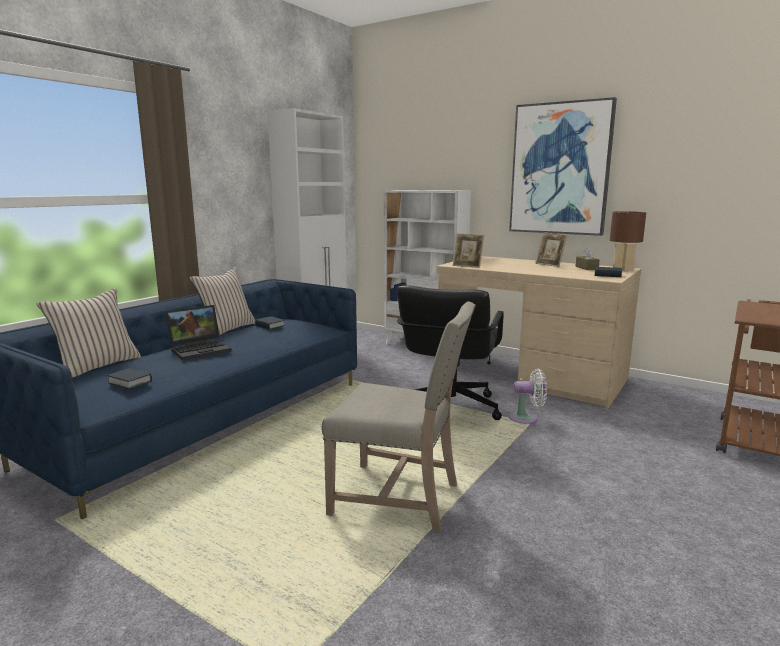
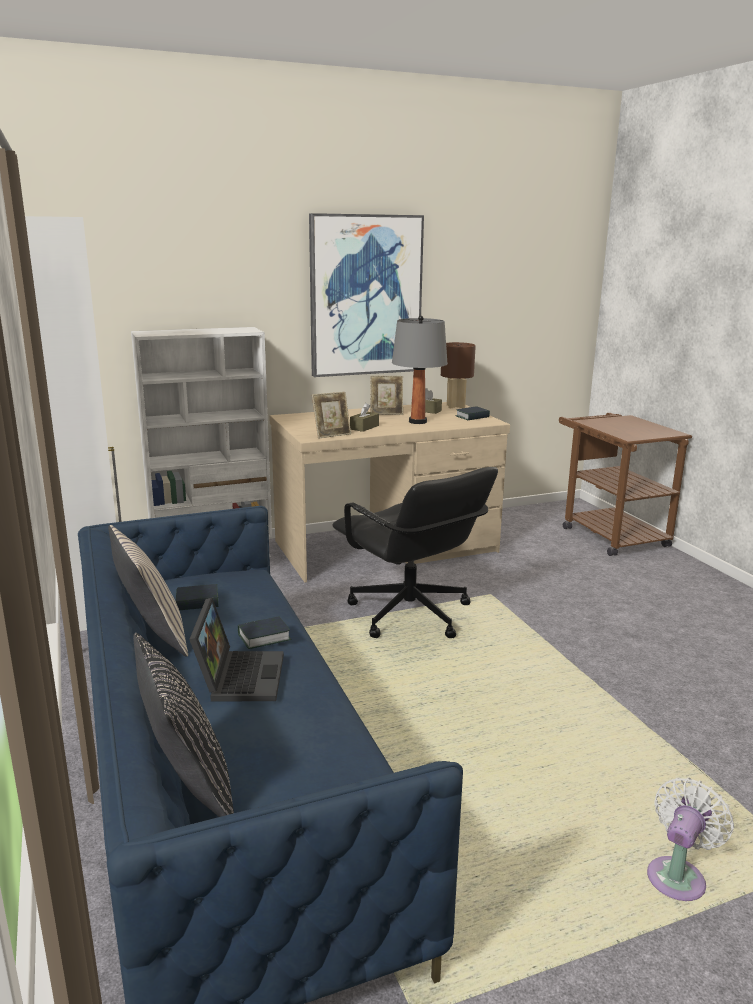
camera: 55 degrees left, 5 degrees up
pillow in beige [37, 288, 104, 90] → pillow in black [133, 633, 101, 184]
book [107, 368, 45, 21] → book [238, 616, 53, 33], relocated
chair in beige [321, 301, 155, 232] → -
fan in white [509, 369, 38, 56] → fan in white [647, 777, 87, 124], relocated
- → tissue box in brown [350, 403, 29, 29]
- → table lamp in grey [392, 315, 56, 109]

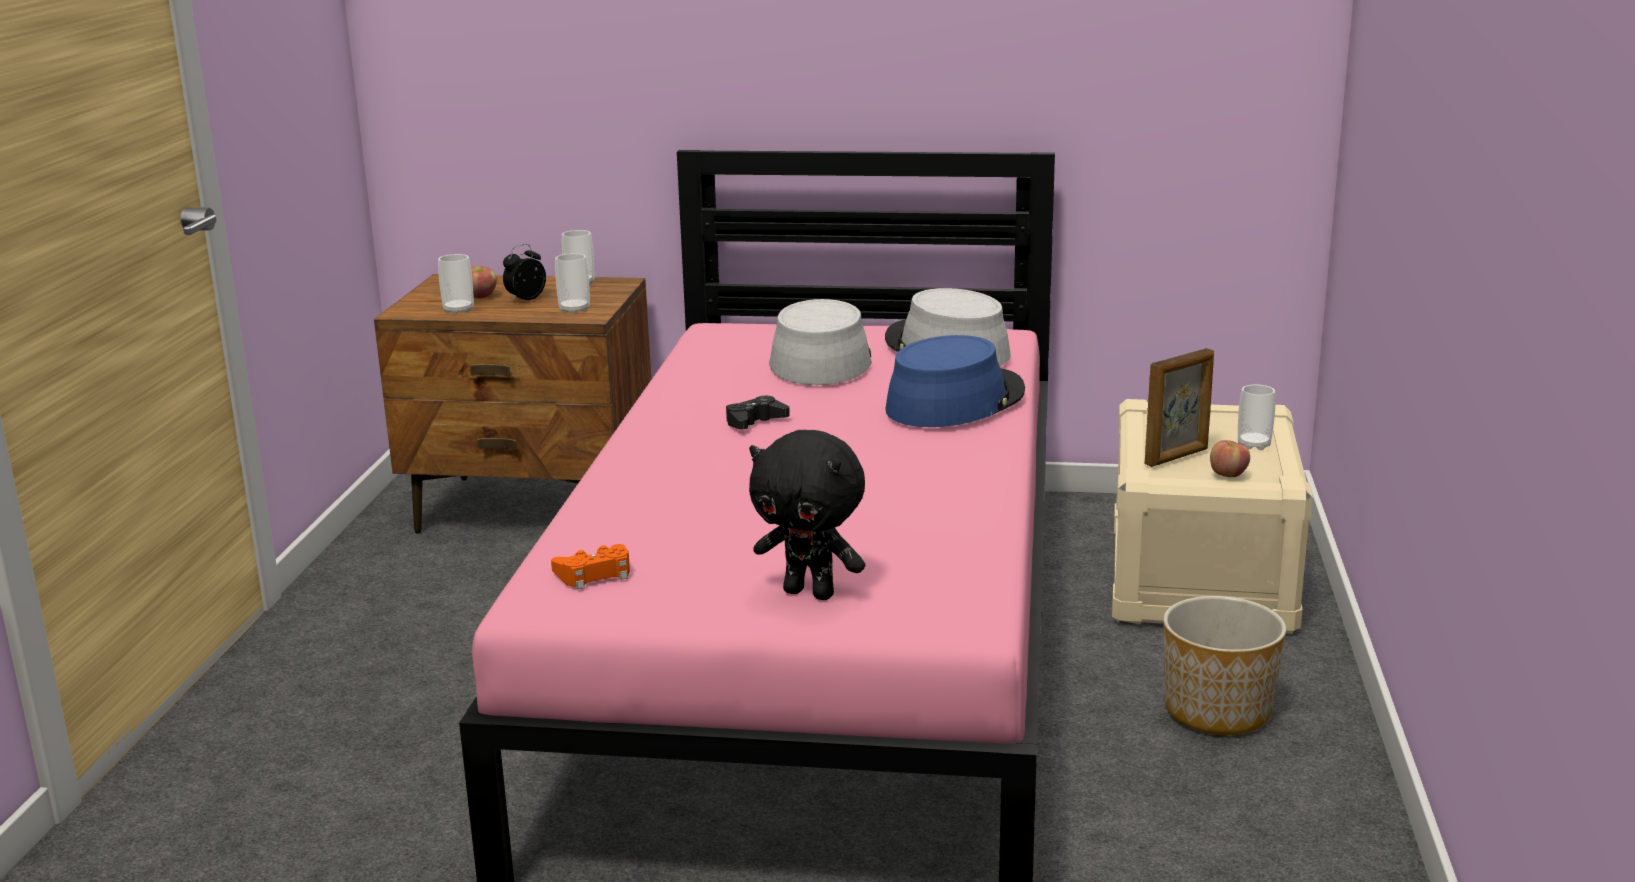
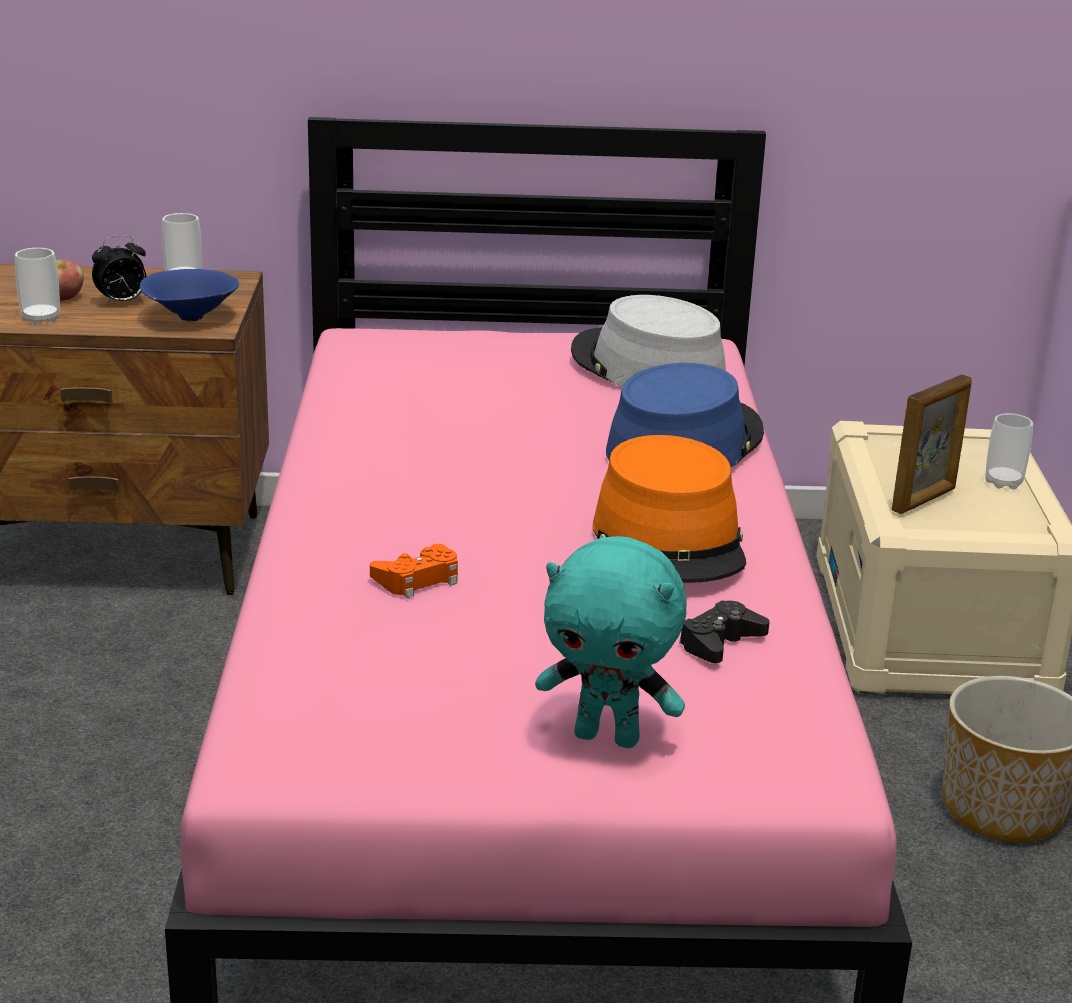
camera: 10 degrees left, 5 degrees up
alarm clock [503, 244, 43, 59] → alarm clock [92, 235, 54, 71], 150 degrees counterclockwise
game controller in orange [551, 544, 79, 45] → game controller in orange [370, 544, 88, 55], relocated
cup [555, 253, 35, 61] → bowl in blue [140, 269, 99, 52]
game controller in black [726, 396, 64, 34] → game controller in black [679, 600, 91, 63], relocated
plush toy in black [749, 430, 116, 170] → plush toy in turquoise [535, 536, 152, 212]
hat in grey [769, 299, 103, 86] → -
apple [1210, 440, 40, 37] → -
- → hat in orange [592, 435, 154, 148]

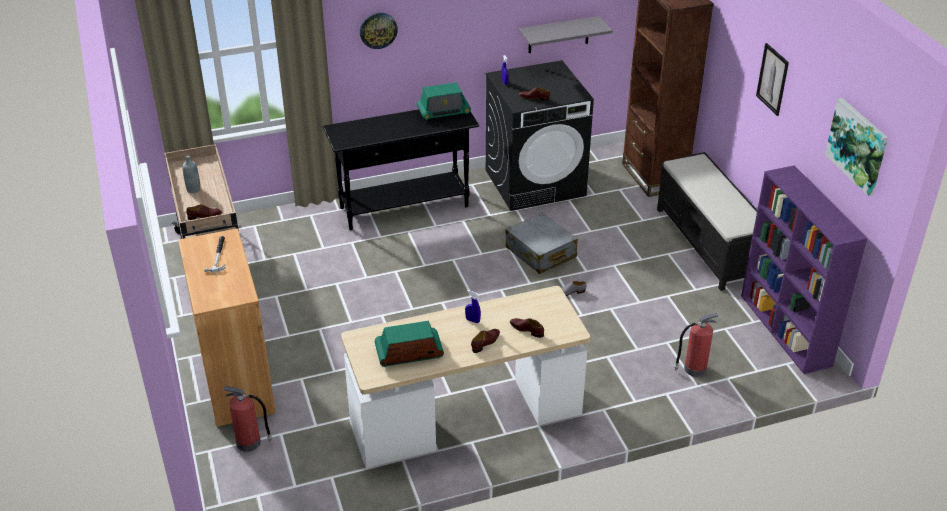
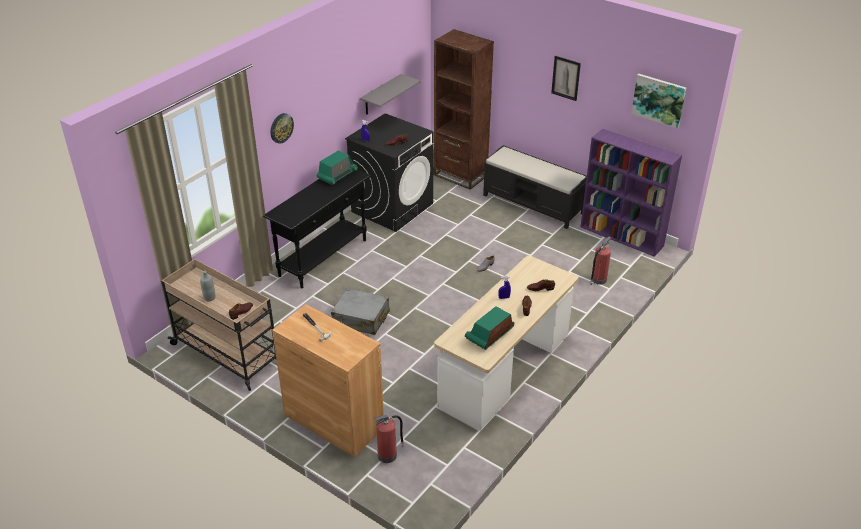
camera: 35 degrees left, 0 degrees up
suitcase in grey [505, 213, 73, 61] → suitcase in grey [331, 288, 59, 47], relocated

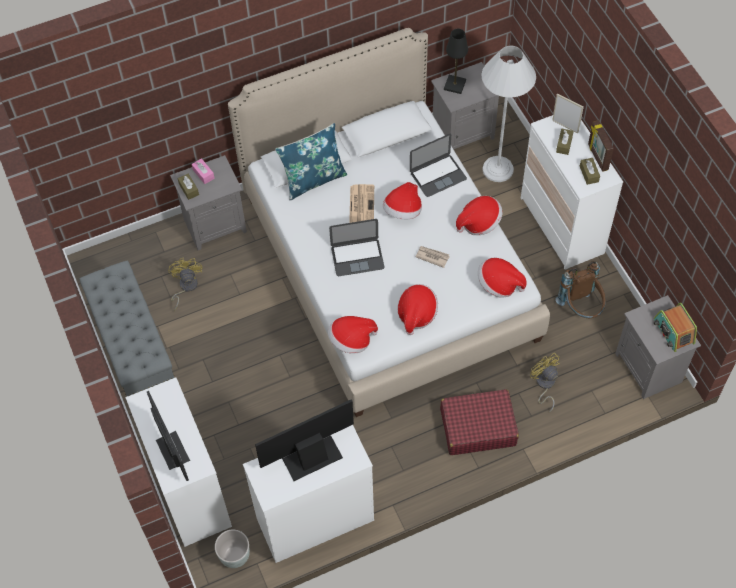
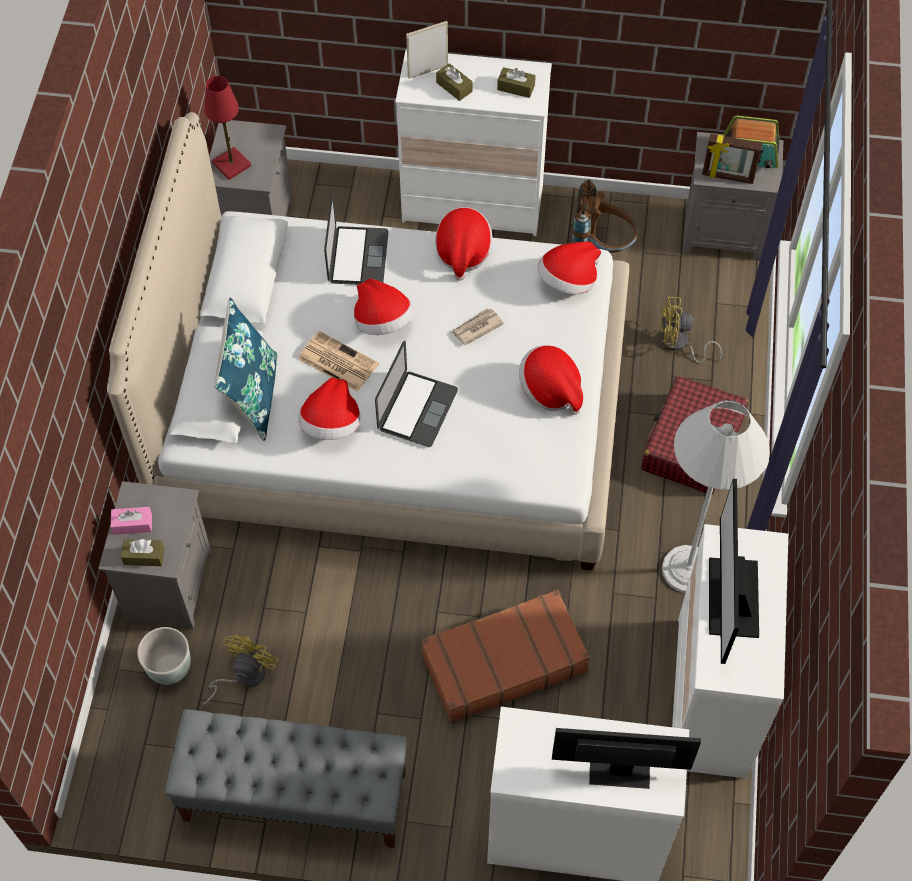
camera: 60 degrees left, 0 degrees up
fan in yellow [168, 258, 34, 53] → fan in yellow [202, 635, 76, 70], 90 degrees clockwise
planter in grey [215, 530, 35, 38] → planter in grey [137, 627, 54, 58], relocated
hat [328, 316, 50, 38] → hat [298, 378, 62, 62], relocated
table lamp in black [444, 29, 24, 65] → table lamp in red [204, 76, 47, 104]
floor lamp in white [482, 45, 54, 137] → floor lamp in white [662, 400, 108, 193], relocated
picture frame [588, 120, 26, 52] → picture frame [702, 134, 61, 50], relocated
- → suitcase in brown [421, 589, 169, 134]

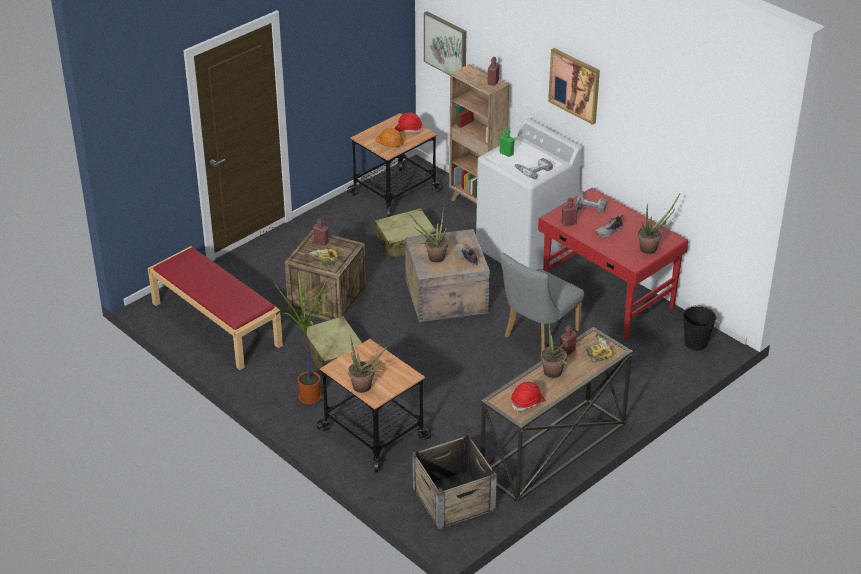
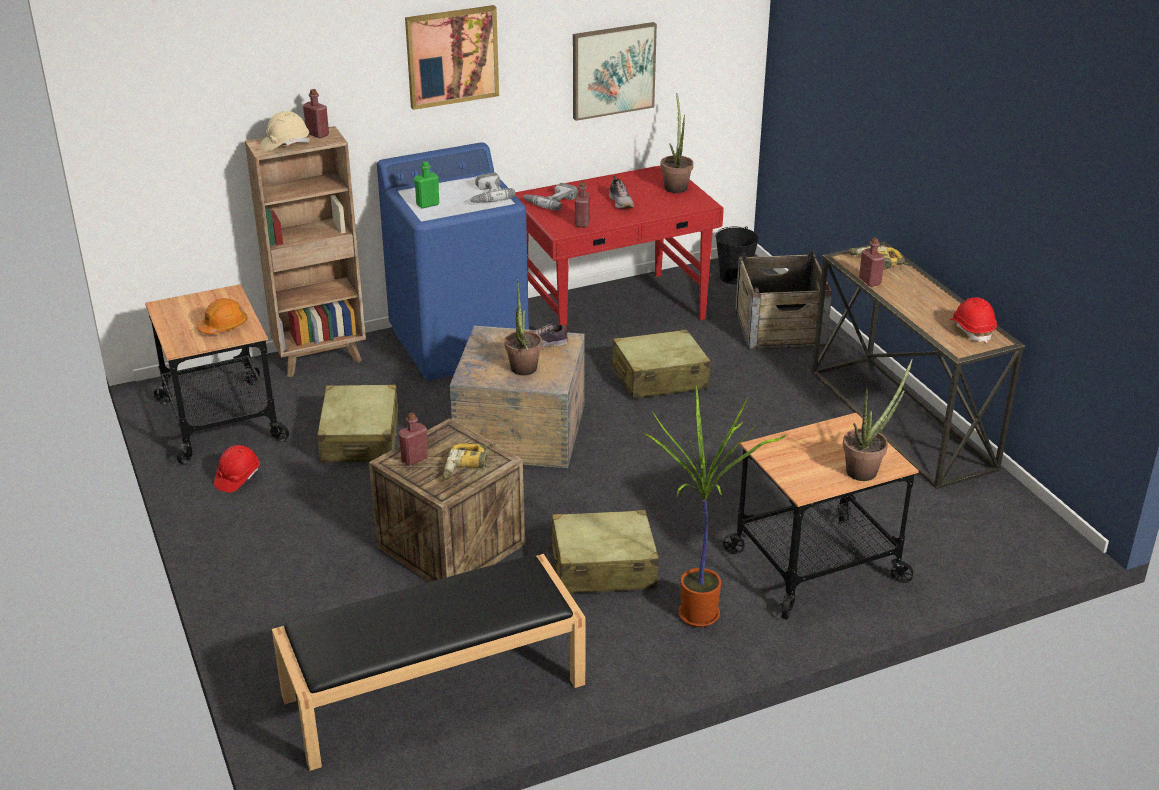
camera: 70 degrees left, 5 degrees down
bench in red [148, 246, 135, 124] → bench in black [272, 554, 314, 217]
hard hat in red [395, 112, 28, 21] → hard hat in red [214, 445, 46, 48], relocated
crate [412, 434, 85, 96] → crate [735, 251, 97, 99], relocated
picture [424, 11, 42, 64] → picture [573, 22, 84, 99], relocated
washing machine in white [476, 119, 107, 151] → washing machine in blue [377, 142, 152, 239]
chair in grey [500, 252, 84, 100] → suitcase in beige [612, 329, 99, 70]
potted plant [541, 316, 27, 62] → -
- → hard hat in beige [261, 111, 49, 40]

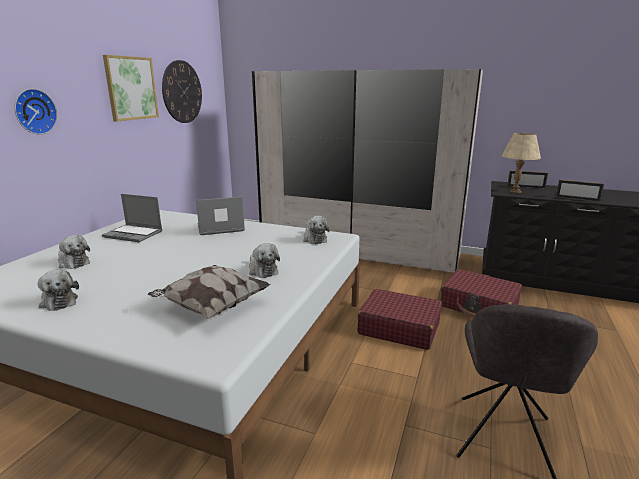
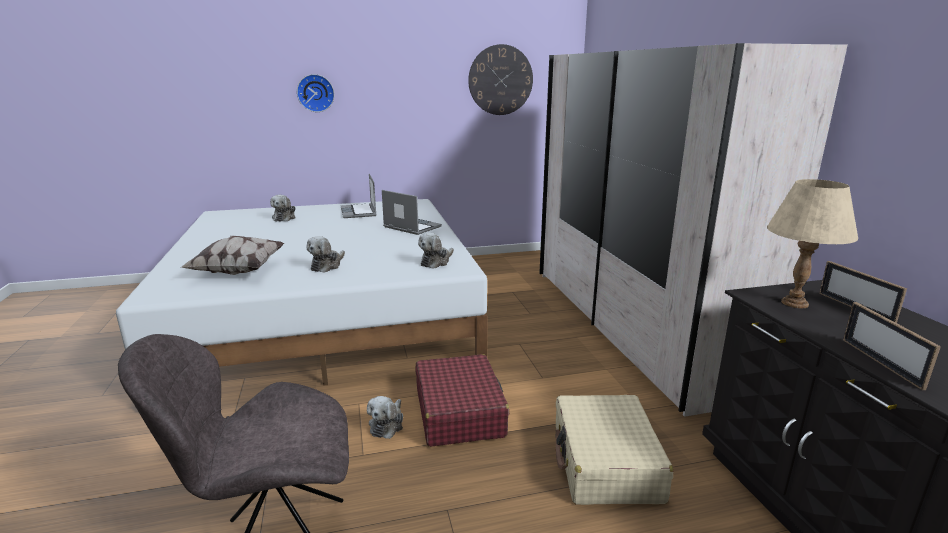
camera: 55 degrees right, 0 degrees up
plush toy [37, 269, 42, 42] → plush toy [367, 396, 36, 43], relocated
picture [103, 55, 56, 66] → -
suitcase in red [440, 269, 82, 49] → suitcase in beige [556, 395, 117, 110]

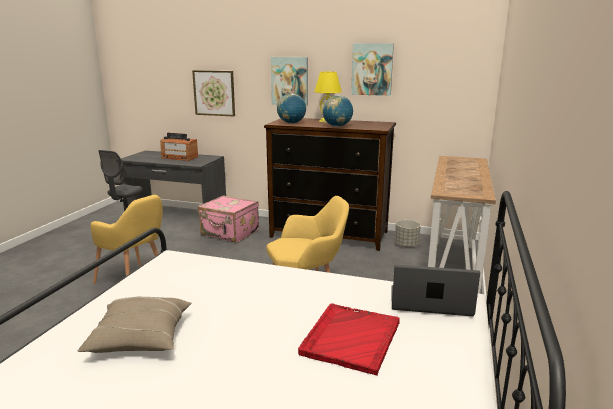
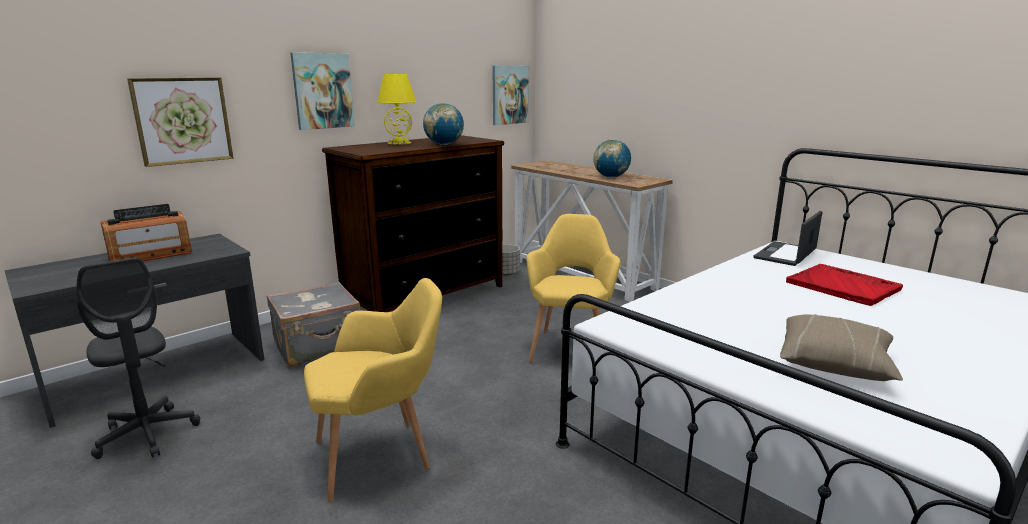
camera: 60 degrees left, 0 degrees up
suitcase in pink [198, 195, 61, 48] → suitcase in grey [266, 282, 94, 85]
globe [277, 93, 29, 31] → globe [593, 139, 38, 39], relocated
picture [351, 44, 43, 52] → picture [492, 66, 37, 59], relocated

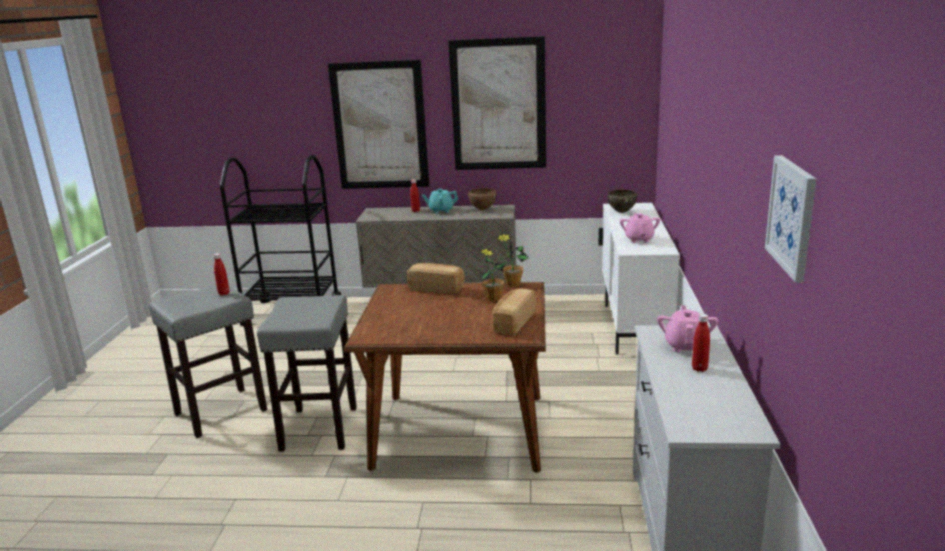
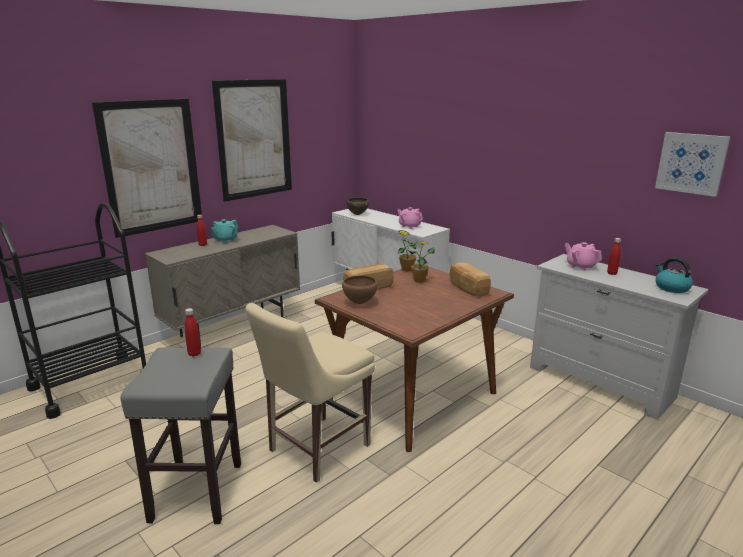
camera: 50 degrees left, 0 degrees up
stool in grey [257, 295, 100, 157] → chair in beige [245, 303, 130, 180]
bowl in brown [468, 188, 29, 22] → bowl in brown [342, 275, 36, 29], relocated
- → kettle [656, 258, 37, 35]

